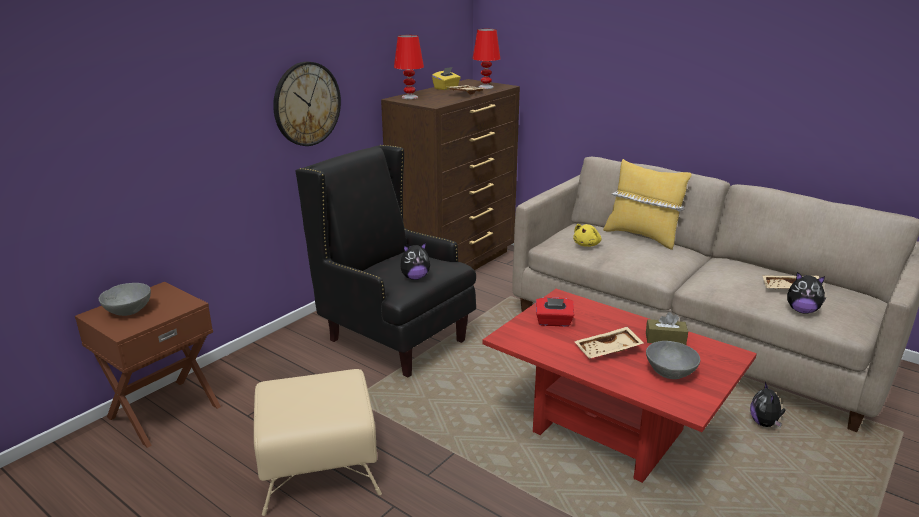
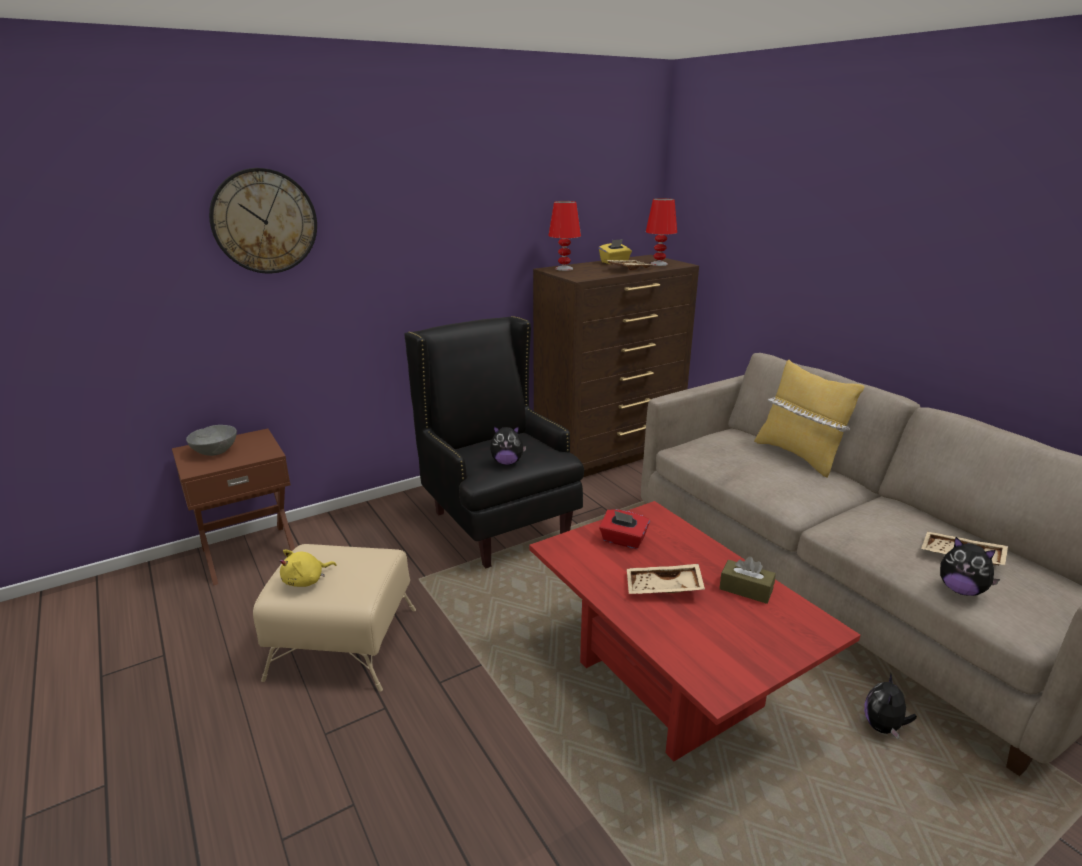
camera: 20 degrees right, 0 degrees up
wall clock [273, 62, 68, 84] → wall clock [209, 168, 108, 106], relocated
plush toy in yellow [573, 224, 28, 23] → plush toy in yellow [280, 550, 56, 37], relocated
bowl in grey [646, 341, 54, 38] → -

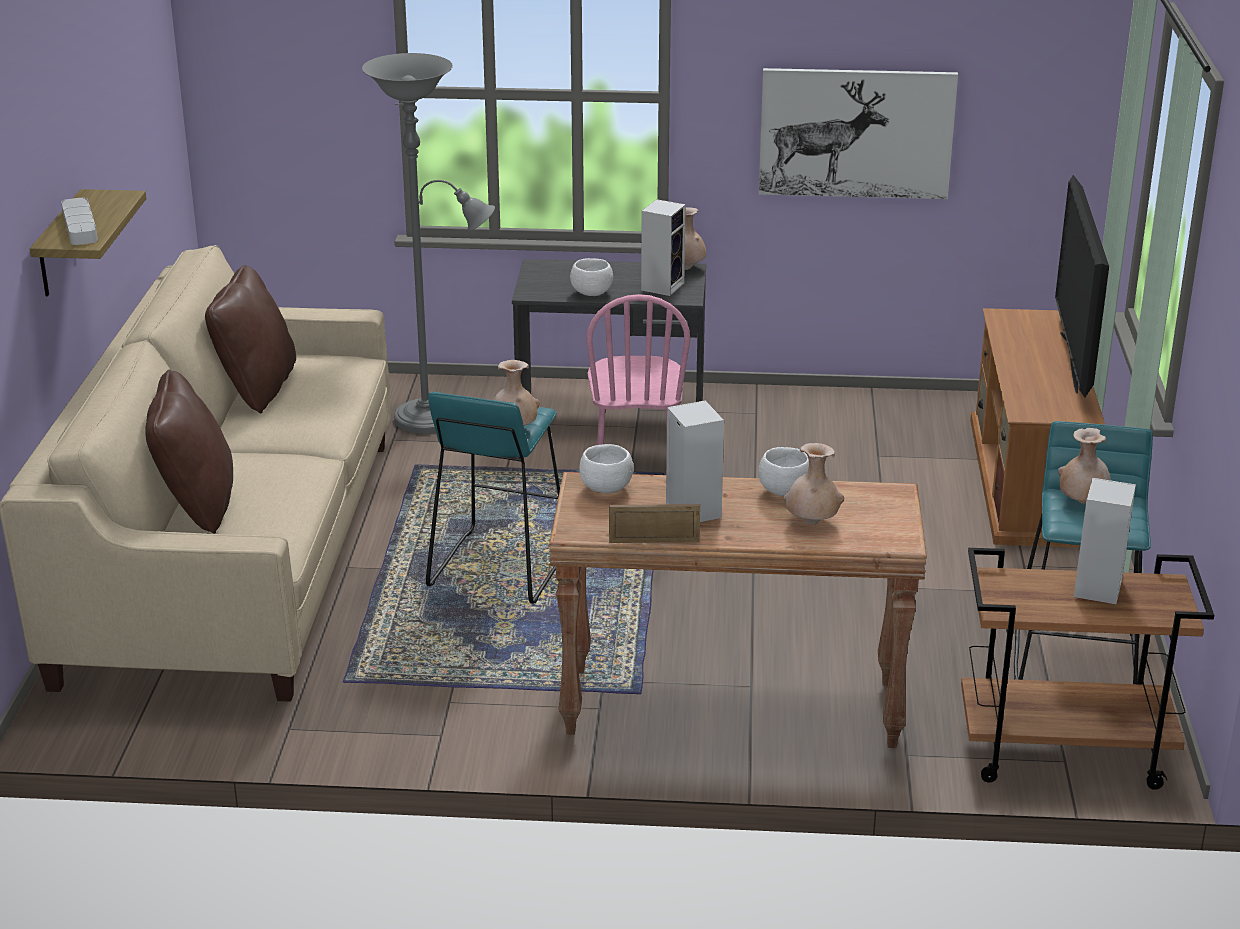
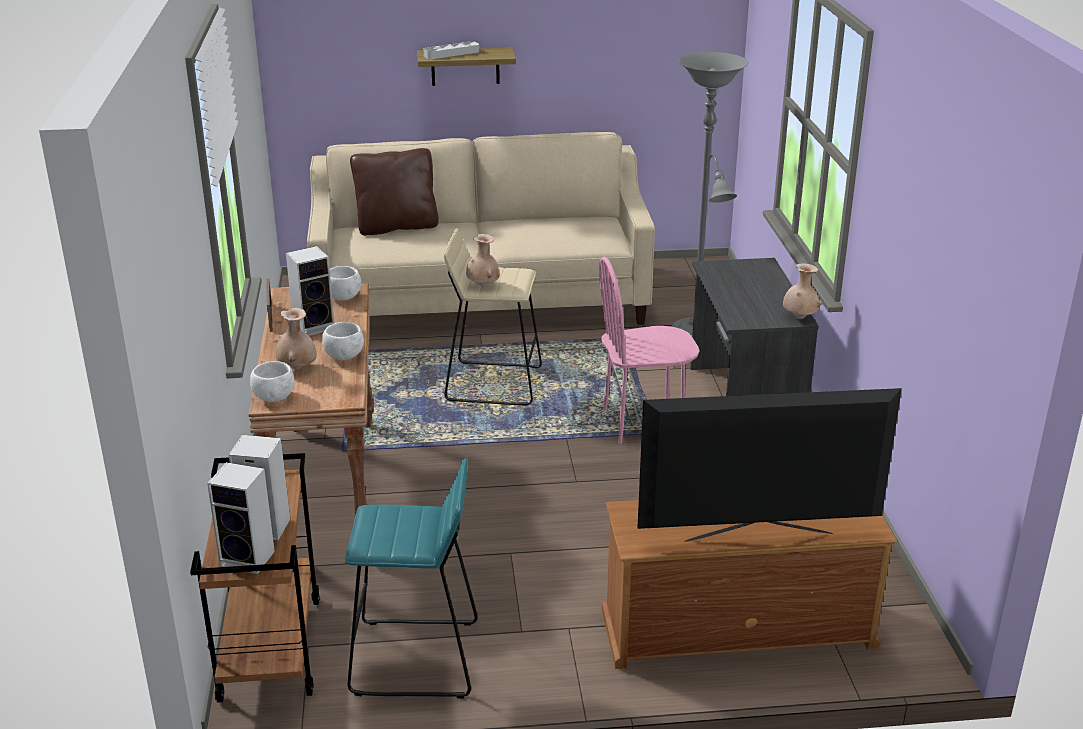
camera: 80 degrees right, 0 degrees up
pillow in brown [205, 265, 91, 148] → -
stool in turquoise [426, 392, 134, 212] → stool in beige [444, 228, 98, 178]
bowl in white [570, 258, 43, 38] → bowl in white [250, 361, 45, 41], relocated
speaker [641, 199, 45, 97] → speaker [207, 462, 68, 112], relocated
picture [759, 68, 199, 131] → -
vase in beige [1058, 428, 53, 76] → -

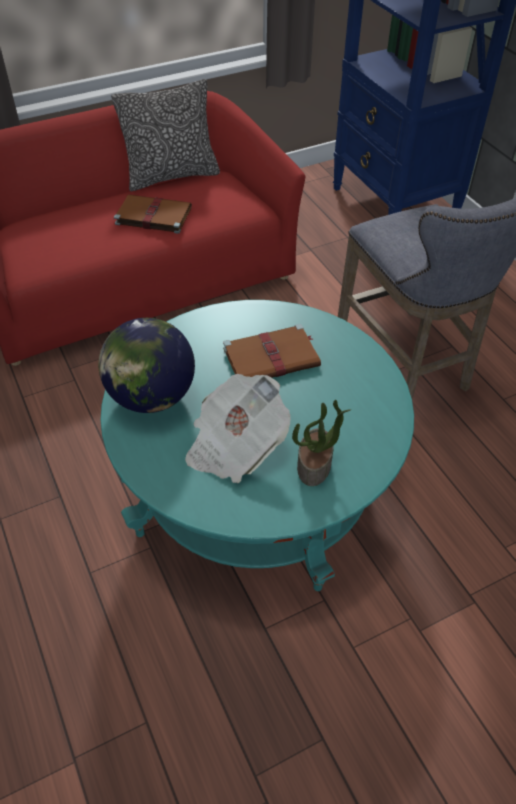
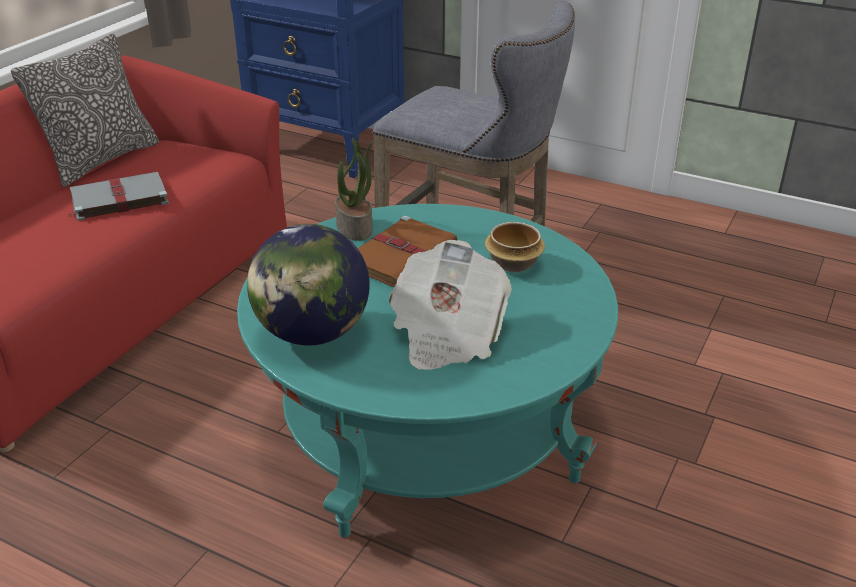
camera: 35 degrees left, 15 degrees down
book in brown [113, 194, 79, 40] → book in grey [67, 172, 102, 49]
potted plant [292, 400, 59, 86] → potted plant [335, 137, 42, 104], relocated
- → bowl [485, 222, 60, 50]

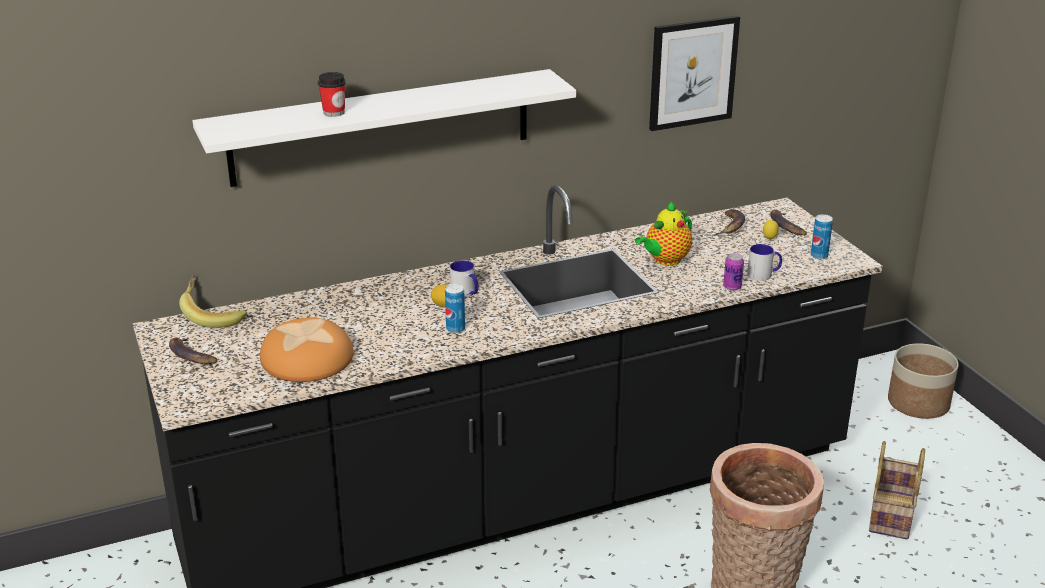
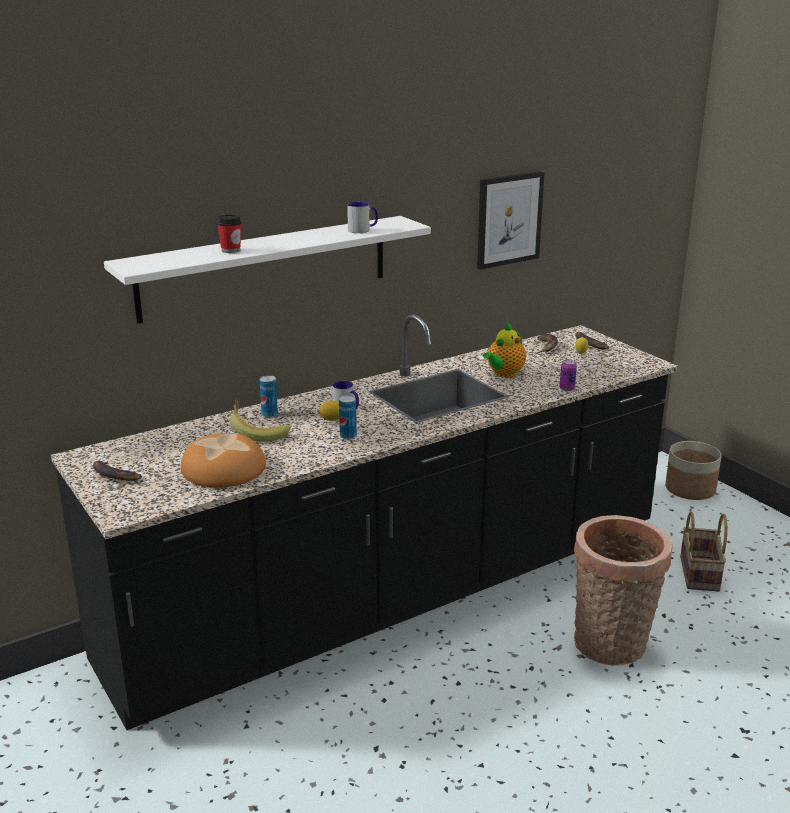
camera: 10 degrees left, 5 degrees down
banana [179, 275, 68, 53] → banana [230, 399, 61, 43], relocated
mug [747, 244, 35, 37] → mug [347, 202, 31, 31], relocated
can [811, 214, 22, 45] → can [260, 375, 18, 42], relocated

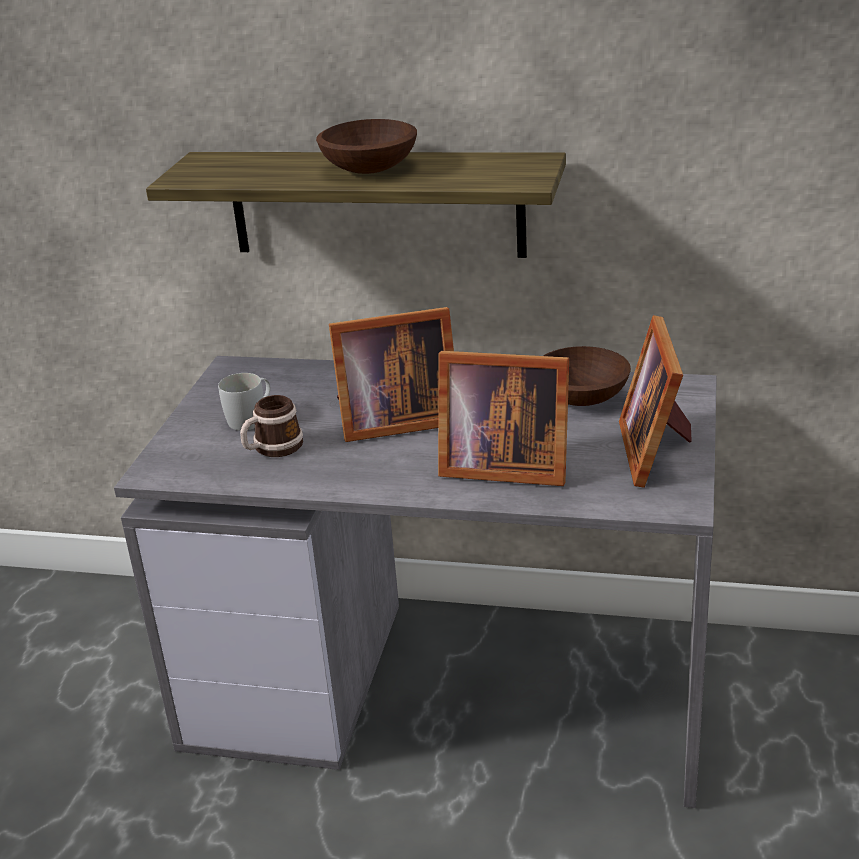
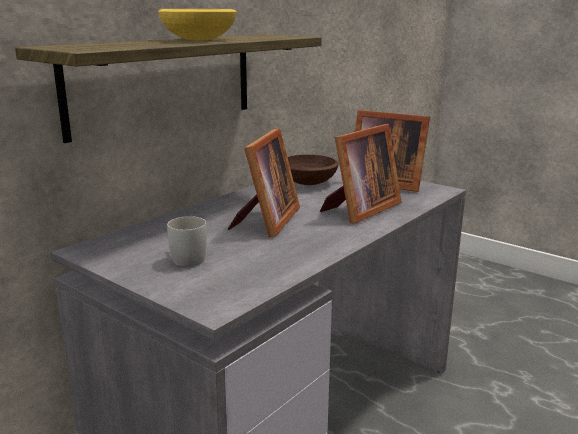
camera: 65 degrees left, 10 degrees down
mug [240, 395, 63, 62] → -
bowl in brown [316, 119, 101, 55] → bowl in yellow [158, 9, 79, 31]

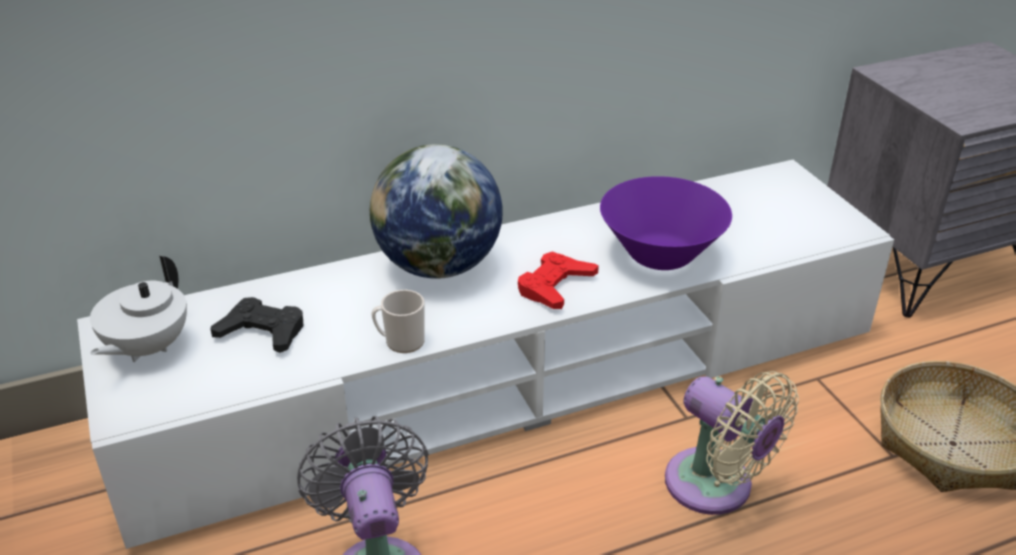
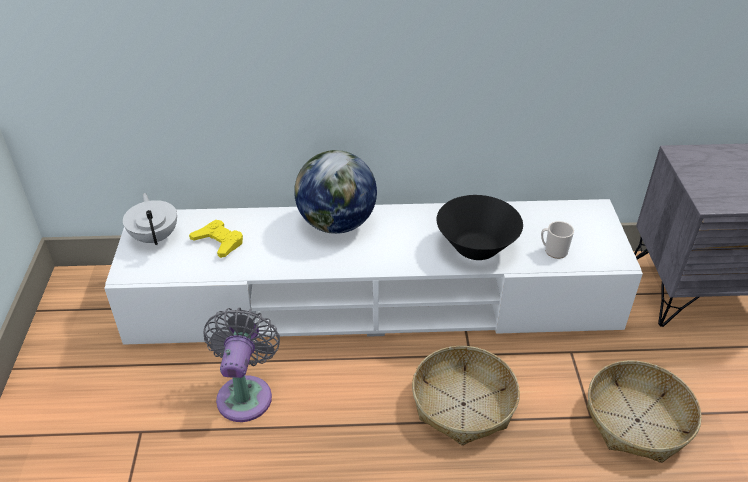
camera: 20 degrees right, 5 degrees up
teapot in white [90, 256, 97, 106] → teapot in white [123, 193, 54, 52], 120 degrees clockwise
game controller in black [210, 297, 93, 56] → game controller in yellow [189, 220, 54, 38]
mug [371, 290, 54, 63] → mug [541, 221, 33, 38], relocated
game controller in red [518, 251, 81, 58] → -
bowl in purple [600, 176, 132, 94] → bowl in black [437, 195, 86, 65]
fan in beige [665, 371, 134, 144] → basket [412, 346, 108, 99]

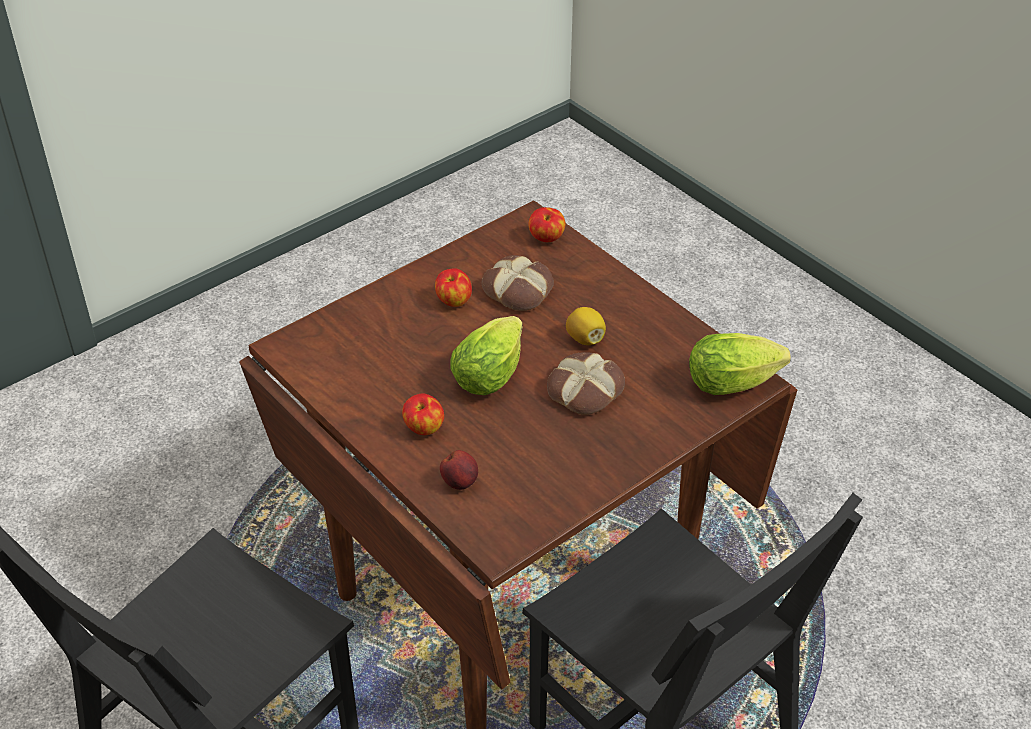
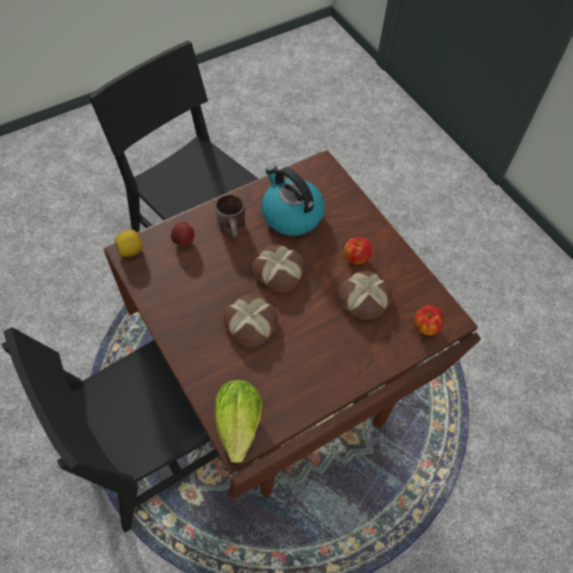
camera: 95 degrees right, 15 degrees up
apple [402, 393, 42, 42] → mug in brown [215, 194, 30, 45]
lettuce [450, 316, 73, 79] → bread [252, 244, 53, 48]
lemon [566, 307, 40, 38] → lemon [115, 230, 28, 27], relocated
- → kettle [261, 166, 64, 70]

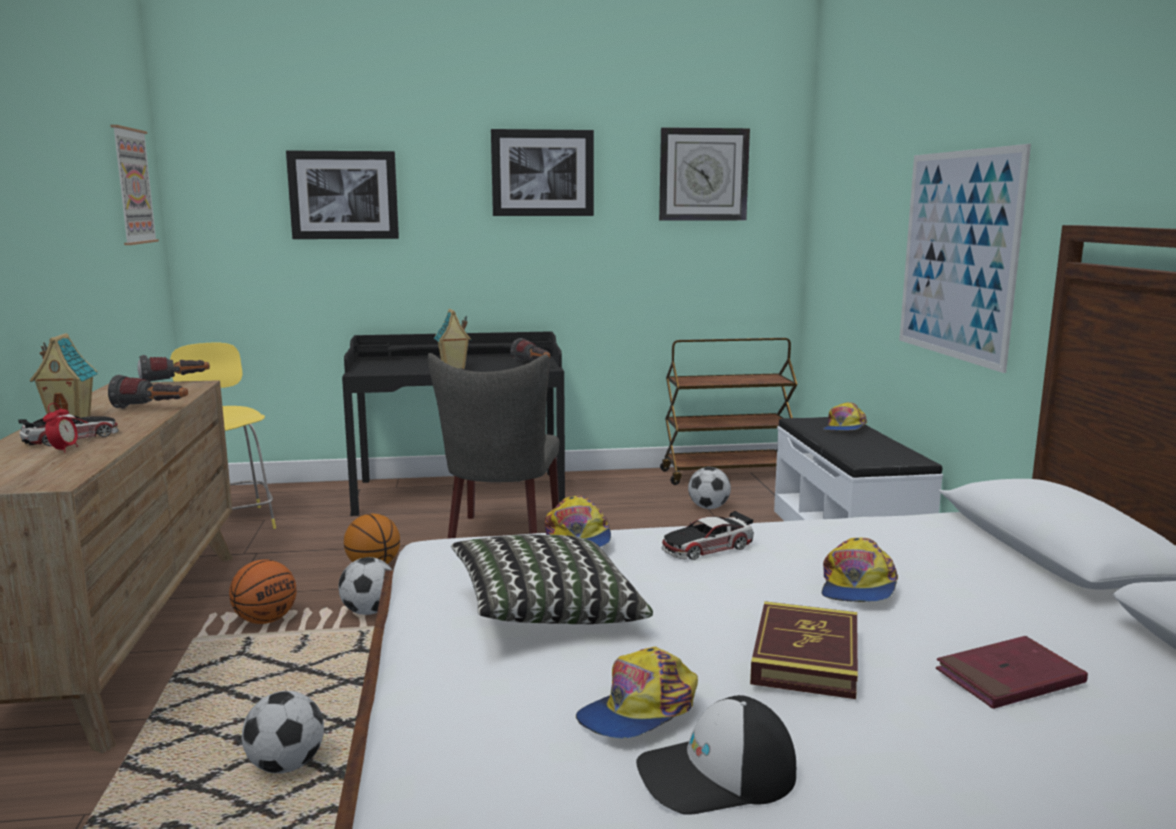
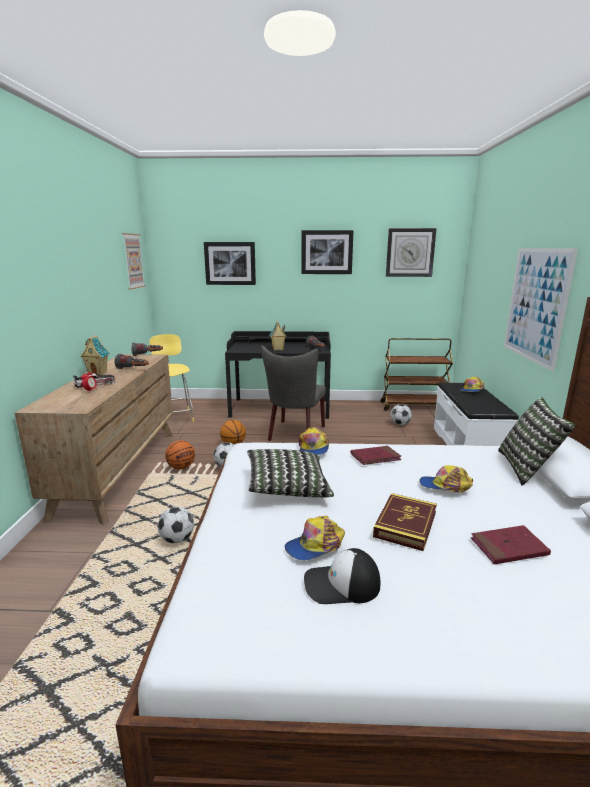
camera: 10 degrees right, 5 degrees up
toy car [661, 511, 93, 49] → book in red [351, 446, 51, 19]
cap [822, 538, 76, 64] → cap [419, 465, 54, 27], 75 degrees clockwise
- → pillow [498, 397, 77, 88]

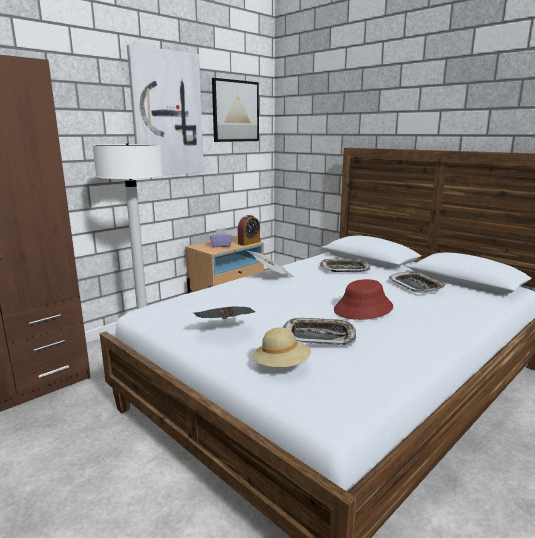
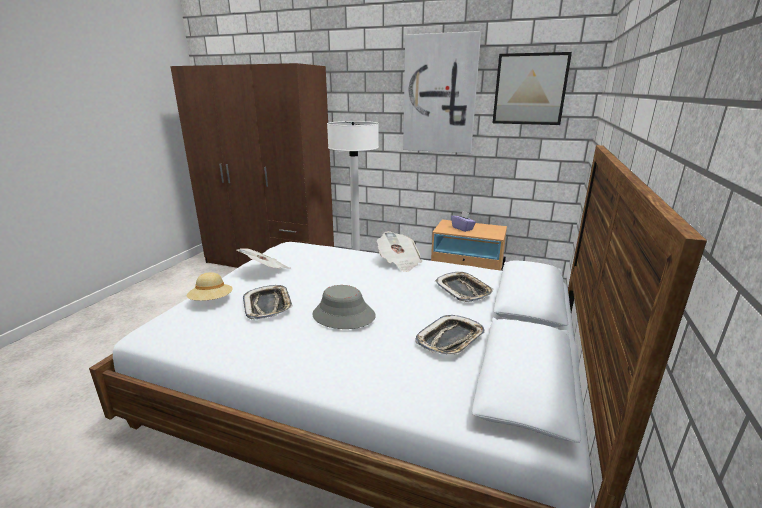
camera: 65 degrees right, 5 degrees up
alarm clock [238, 215, 22, 31] → -
hat in red [334, 279, 59, 41] → hat in grey [312, 285, 64, 44]

